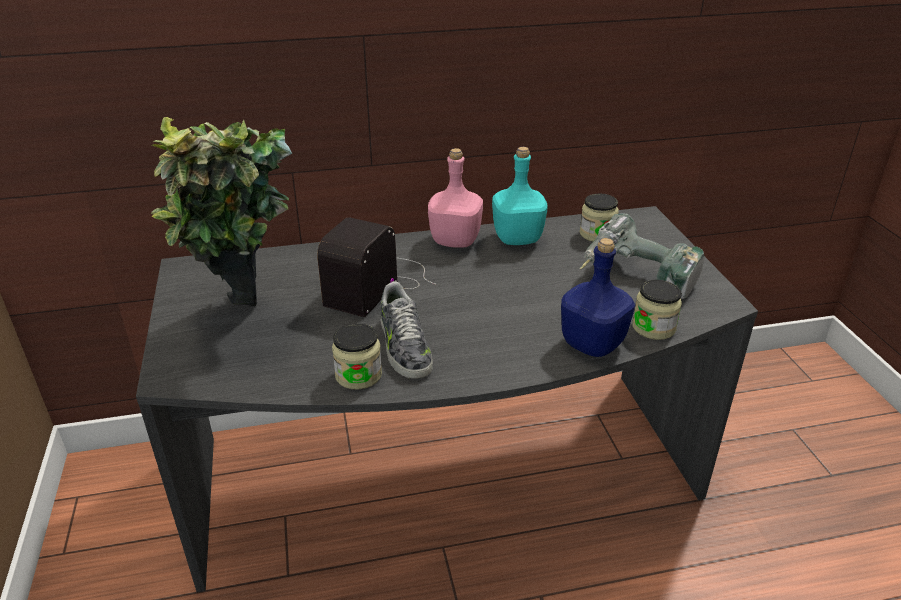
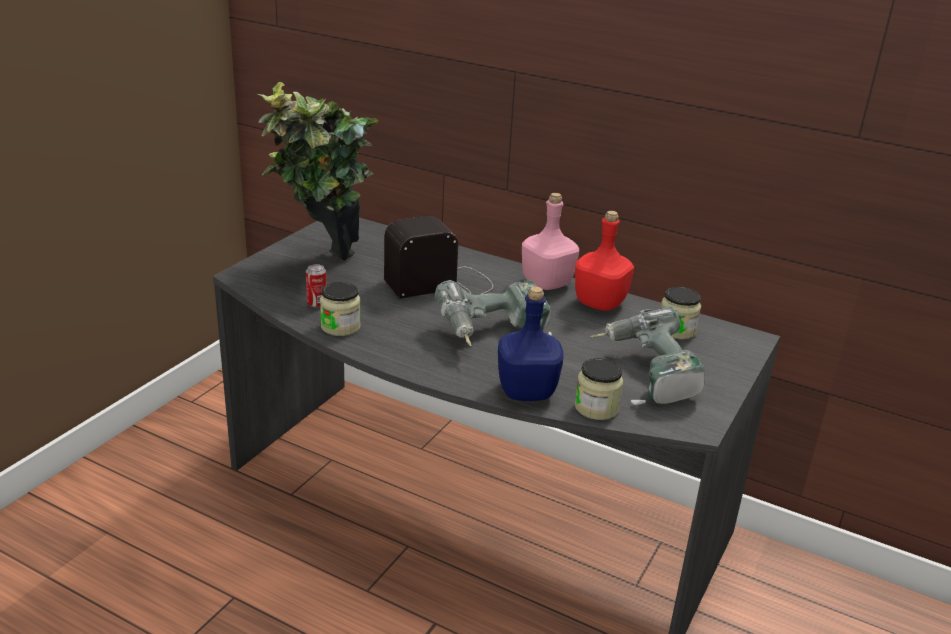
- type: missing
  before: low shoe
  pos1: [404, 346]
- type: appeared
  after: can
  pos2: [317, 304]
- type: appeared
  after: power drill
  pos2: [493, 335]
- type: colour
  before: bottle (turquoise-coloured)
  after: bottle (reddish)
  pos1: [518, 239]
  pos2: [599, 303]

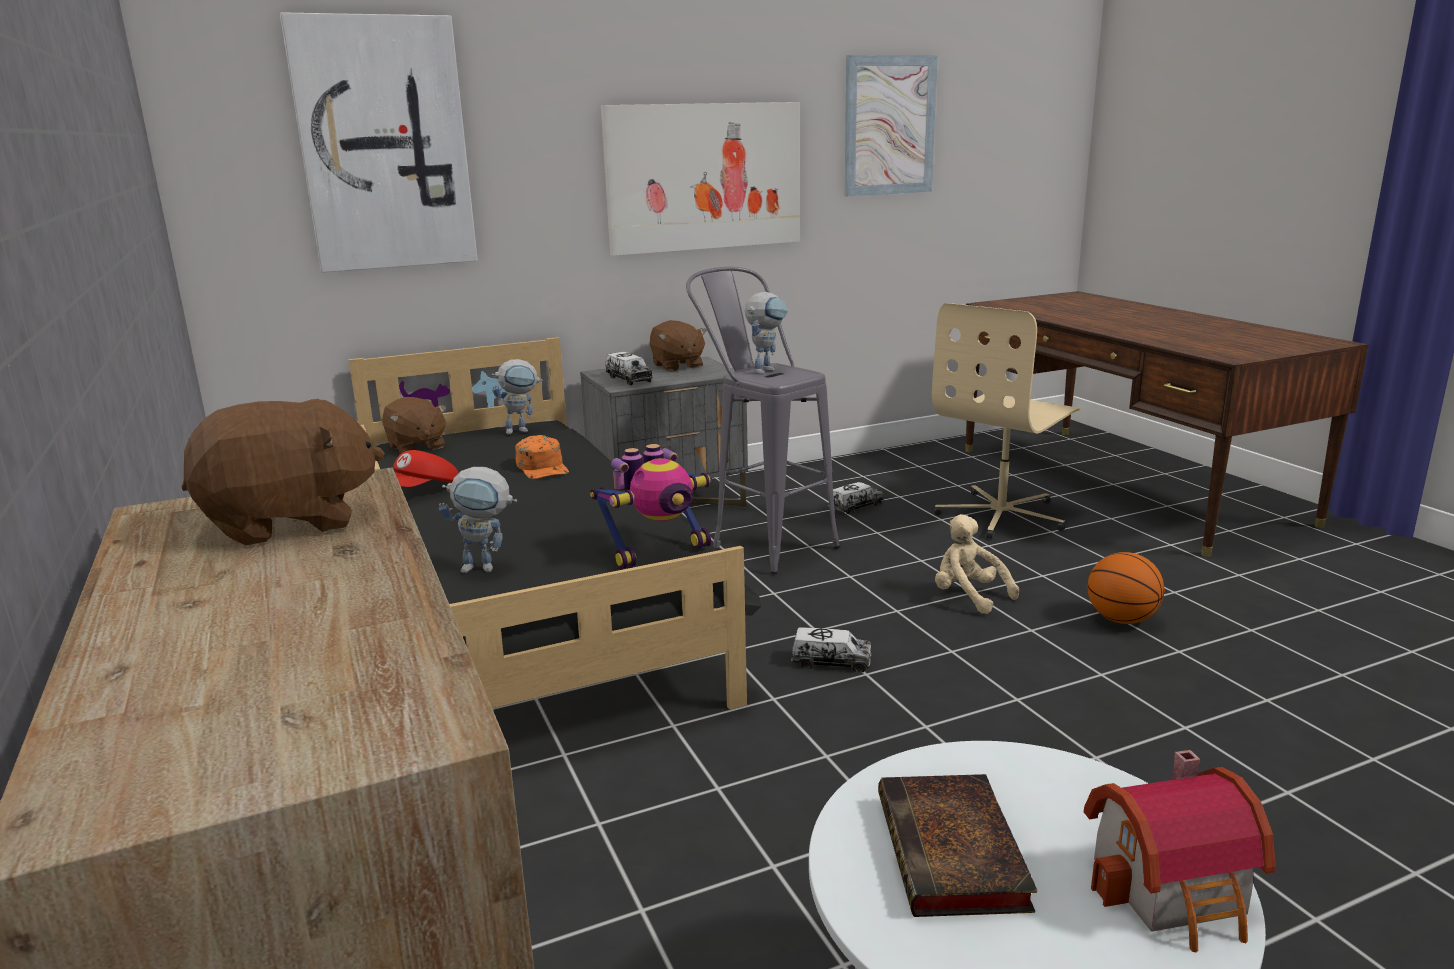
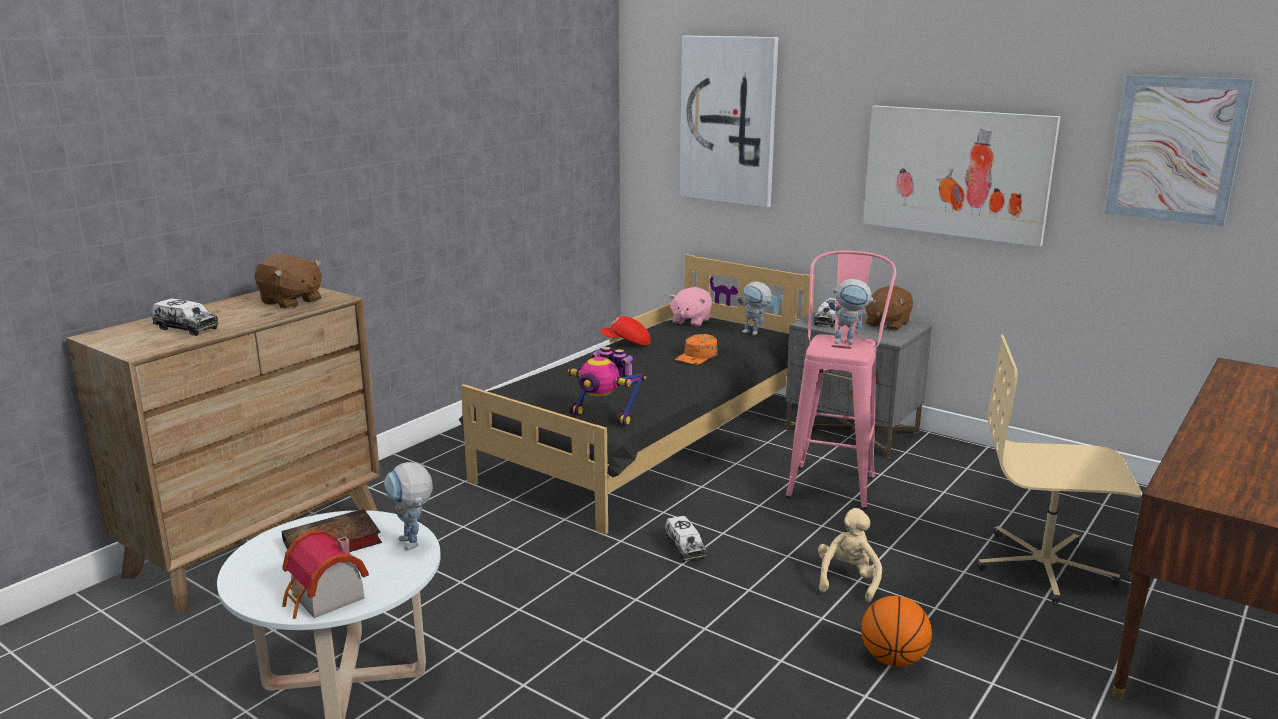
- type: relocated
  before: model robot
  pos1: [487, 568]
  pos2: [413, 546]
- type: relocated
  before: toy truck
  pos1: [856, 506]
  pos2: [186, 328]
- type: colour
  before: cuddly toy (brownish)
  after: cuddly toy (pinkish)
  pos1: [416, 447]
  pos2: [690, 321]
- type: colour
  before: stool (grey)
  after: stool (pinkish)
  pos1: [762, 543]
  pos2: [833, 480]

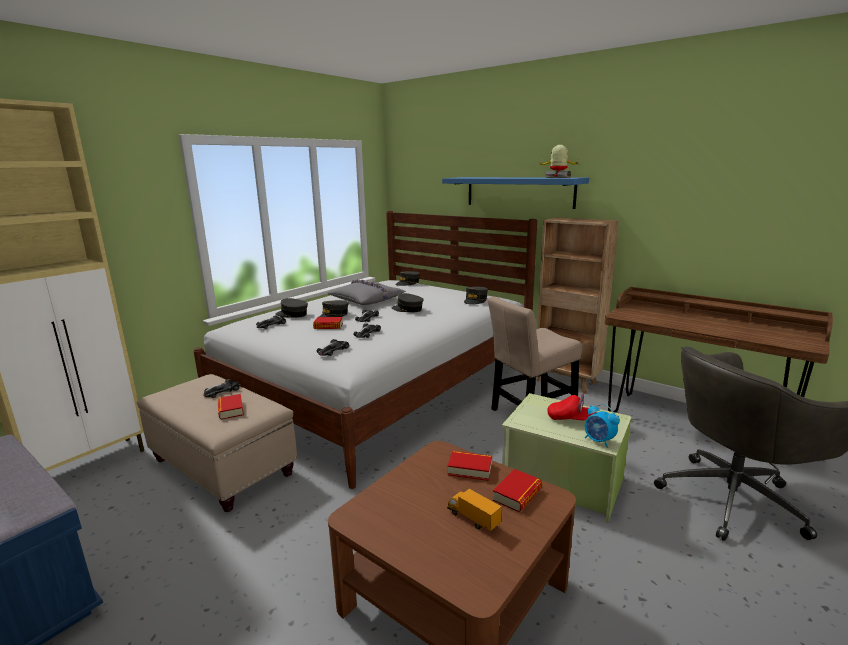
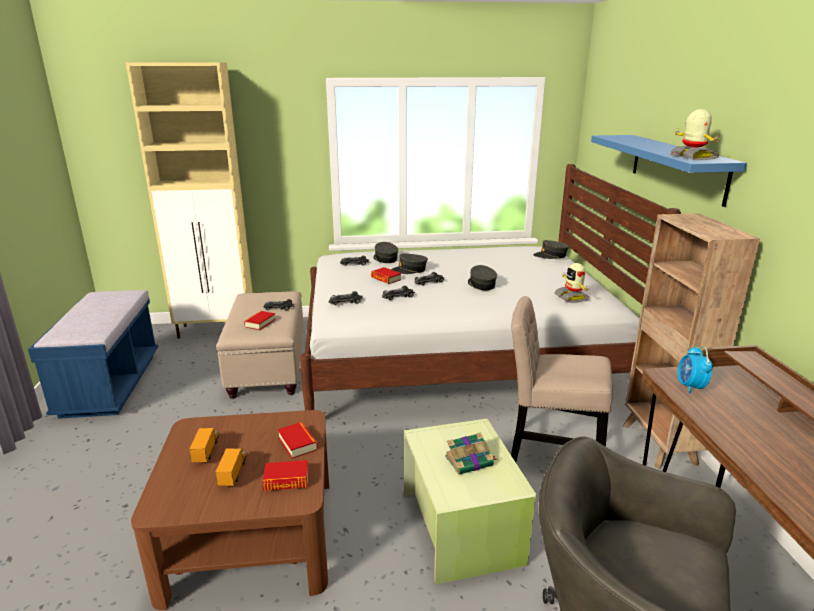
- type: missing
  before: throw pillow (grey)
  pos1: [367, 299]
- type: appeared
  after: toy truck
  pos2: [206, 452]
- type: relocated
  before: alarm clock
  pos1: [599, 441]
  pos2: [690, 387]
- type: exchanged
  before: baseball cap (grey)
  after: model robot
  pos1: [475, 300]
  pos2: [572, 297]
- type: exchanged
  before: baseball cap (reddish)
  after: book
  pos1: [570, 419]
  pos2: [470, 461]

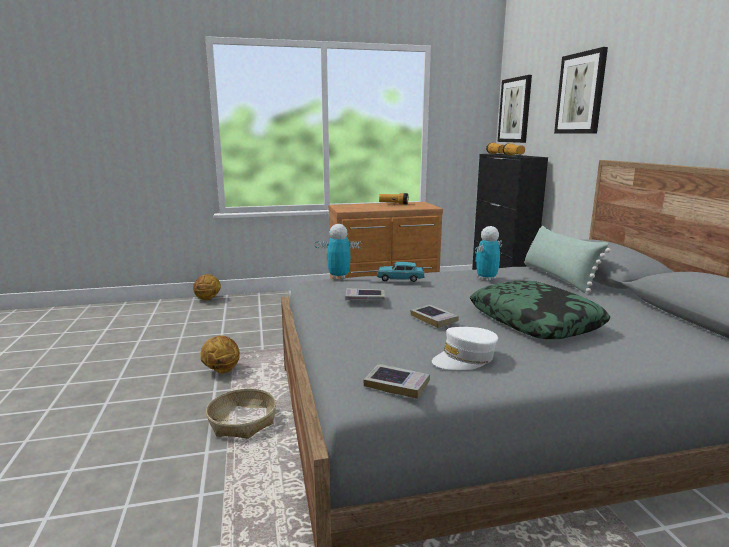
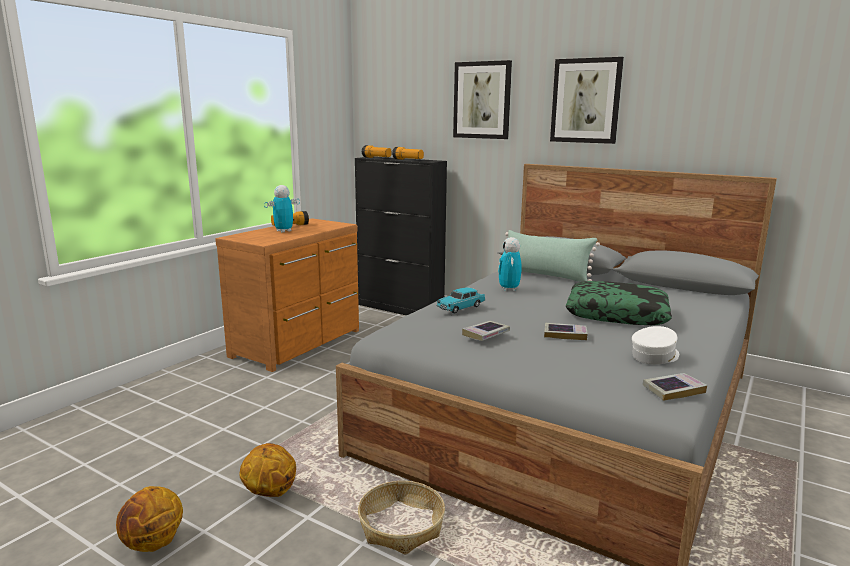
- type: relocated
  before: ball for basketball
  pos1: [207, 299]
  pos2: [153, 544]
- type: relocated
  before: model robot
  pos1: [339, 277]
  pos2: [283, 231]
- type: relocated
  before: picture
  pos1: [515, 110]
  pos2: [586, 101]
- type: spun
  before: baseball cap (whitish)
  pos1: [465, 359]
  pos2: [654, 356]
  turn: -150

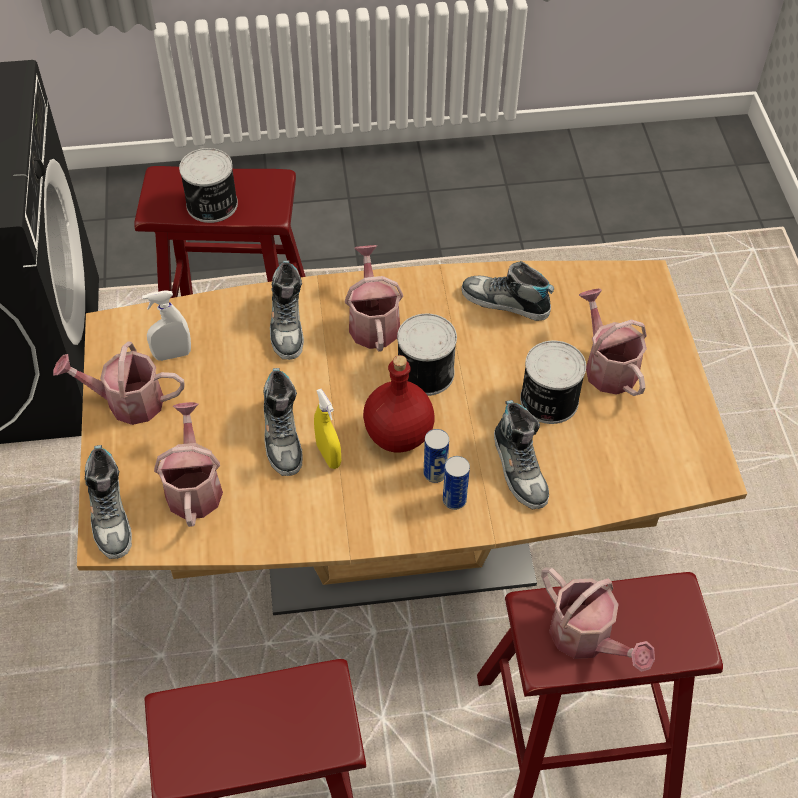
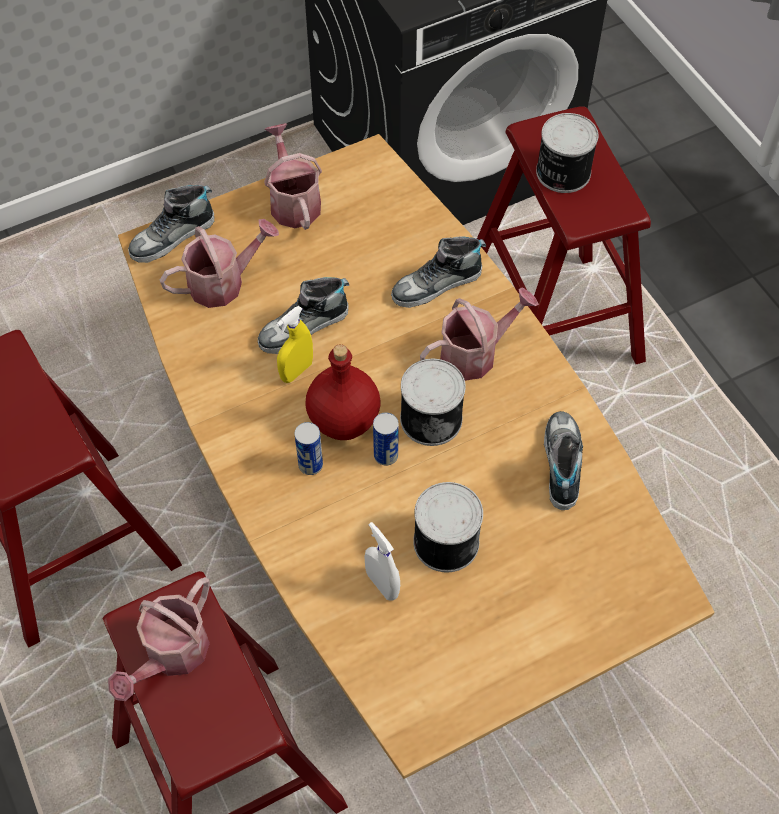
- type: missing
  before: low shoe
  pos1: [520, 468]
- type: missing
  before: watering pot
  pos1: [607, 366]
- type: relocated
  before: spray bottle (whitish)
  pos1: [172, 355]
  pos2: [382, 584]
- type: relocated
  before: can
  pos1: [454, 500]
  pos2: [386, 455]

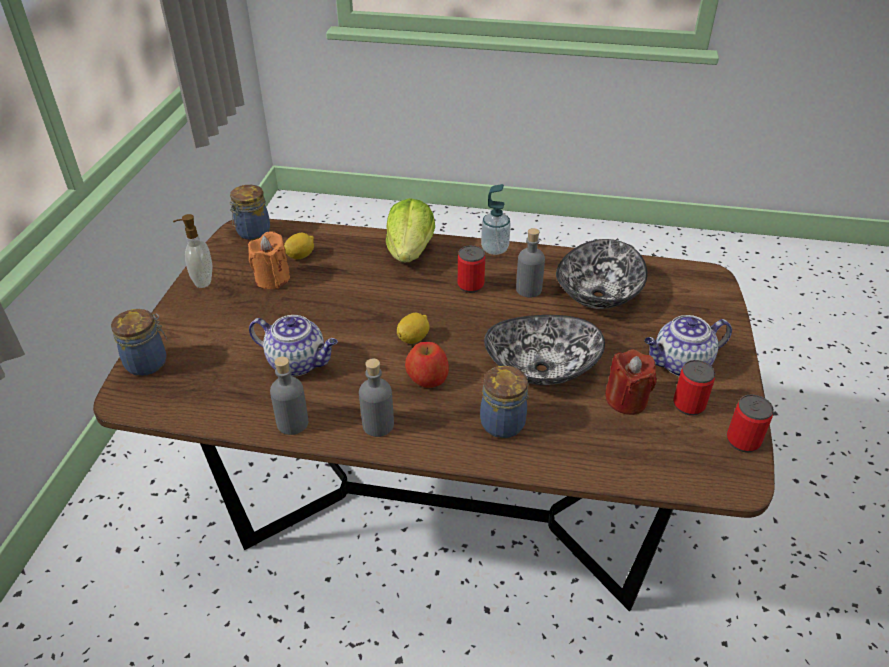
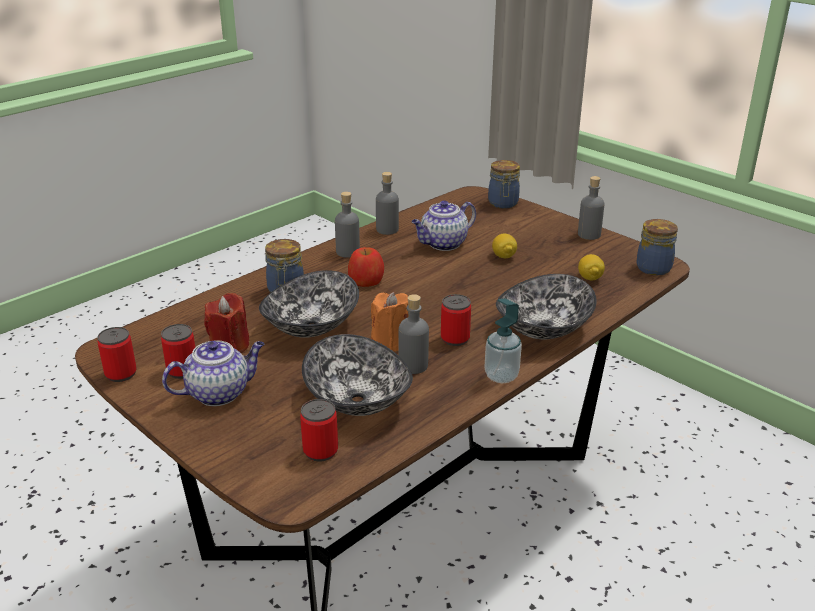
- type: appeared
  after: can
  pos2: [320, 451]
- type: relocated
  before: wax candle (orangey)
  pos1: [272, 279]
  pos2: [392, 341]
- type: relocated
  before: lemon
  pos1: [413, 338]
  pos2: [503, 256]
- type: exchanged
  before: soap bottle
  after: bottle (grey)
  pos1: [202, 281]
  pos2: [589, 234]
- type: exchanged
  before: head of lettuce
  after: bowl
  pos1: [410, 251]
  pos2: [544, 329]
- type: spun
  before: pot for tea
  pos1: [680, 364]
  pos2: [219, 393]
  turn: 45

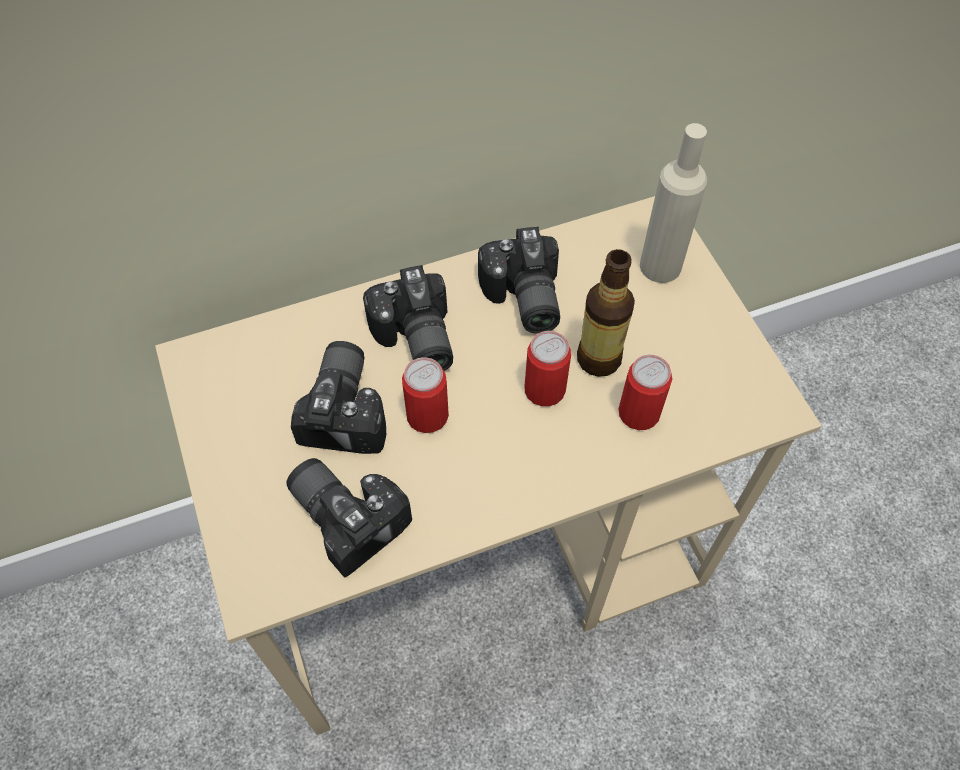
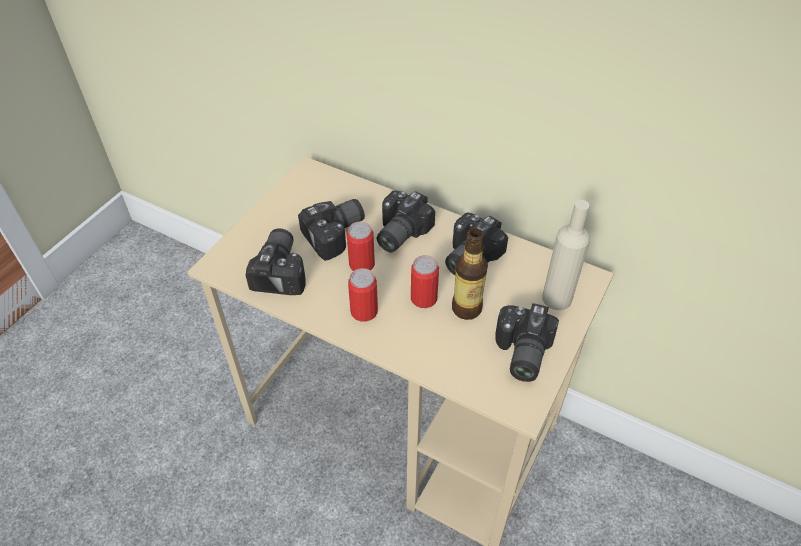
- type: appeared
  after: photo camera
  pos2: [520, 353]
- type: relocated
  before: can
  pos1: [639, 413]
  pos2: [364, 311]

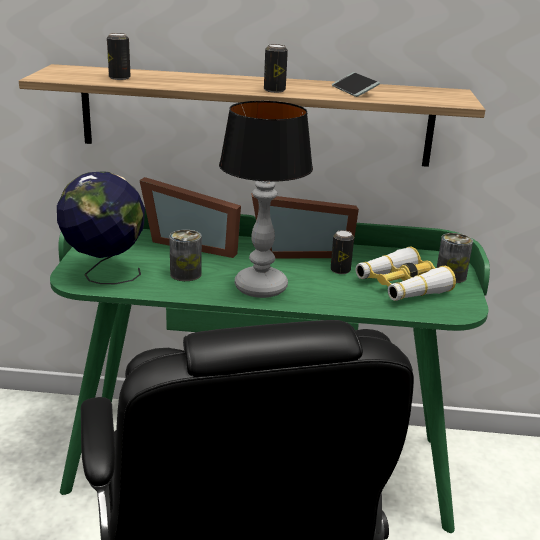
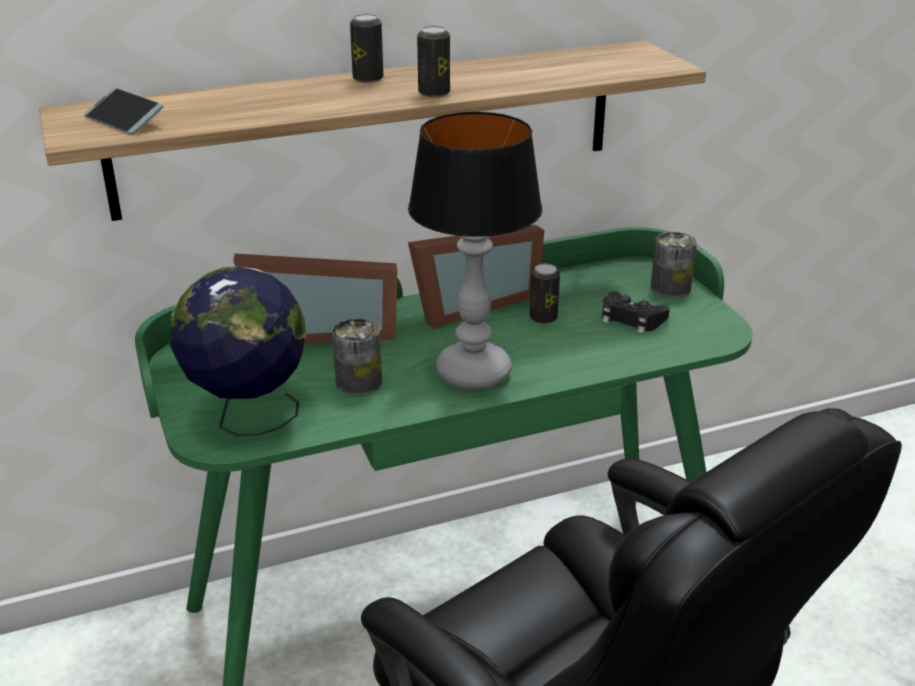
- type: relocated
  before: can
  pos1: [119, 78]
  pos2: [368, 79]
- type: relocated
  before: phone
  pos1: [354, 90]
  pos2: [124, 120]
- type: exchanged
  before: pair of binoculars
  after: game controller (black-coloured)
  pos1: [401, 286]
  pos2: [631, 319]

